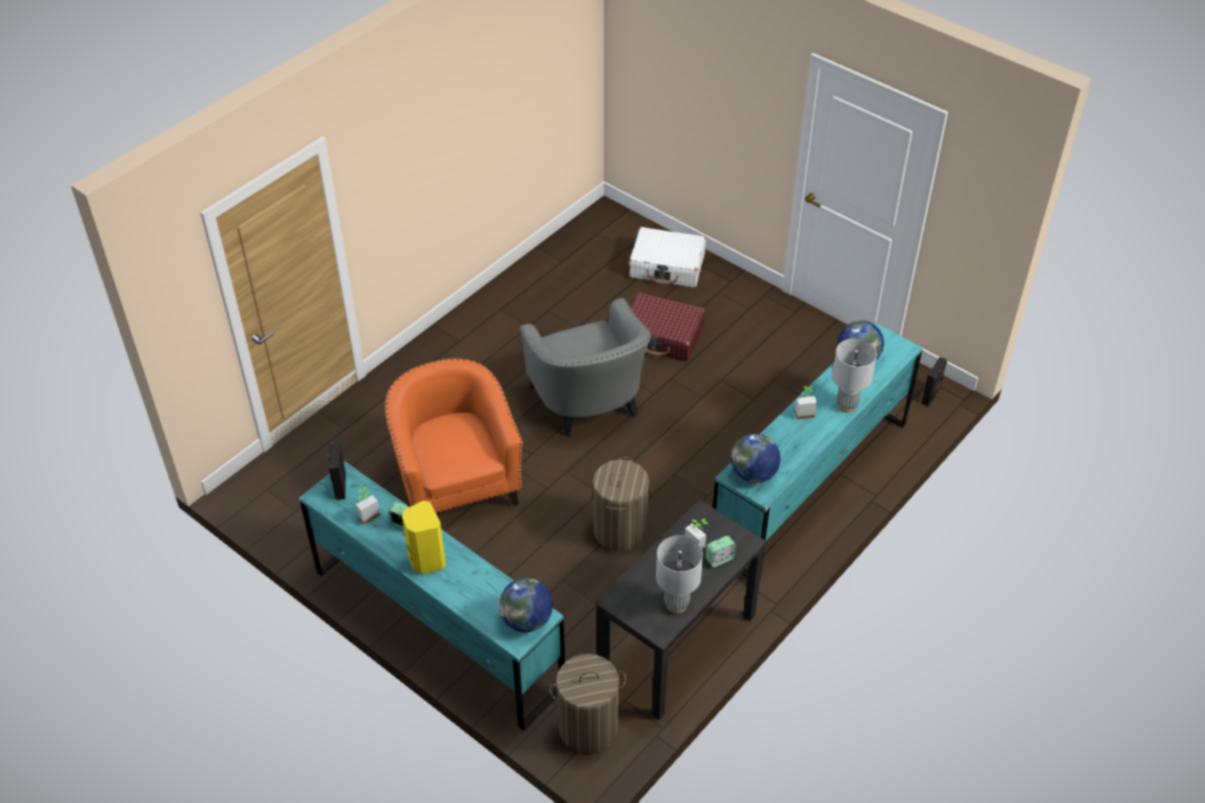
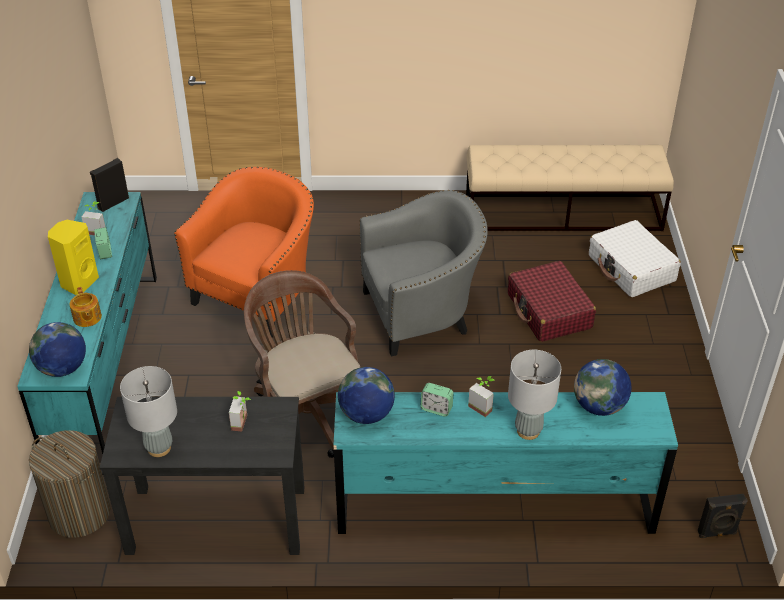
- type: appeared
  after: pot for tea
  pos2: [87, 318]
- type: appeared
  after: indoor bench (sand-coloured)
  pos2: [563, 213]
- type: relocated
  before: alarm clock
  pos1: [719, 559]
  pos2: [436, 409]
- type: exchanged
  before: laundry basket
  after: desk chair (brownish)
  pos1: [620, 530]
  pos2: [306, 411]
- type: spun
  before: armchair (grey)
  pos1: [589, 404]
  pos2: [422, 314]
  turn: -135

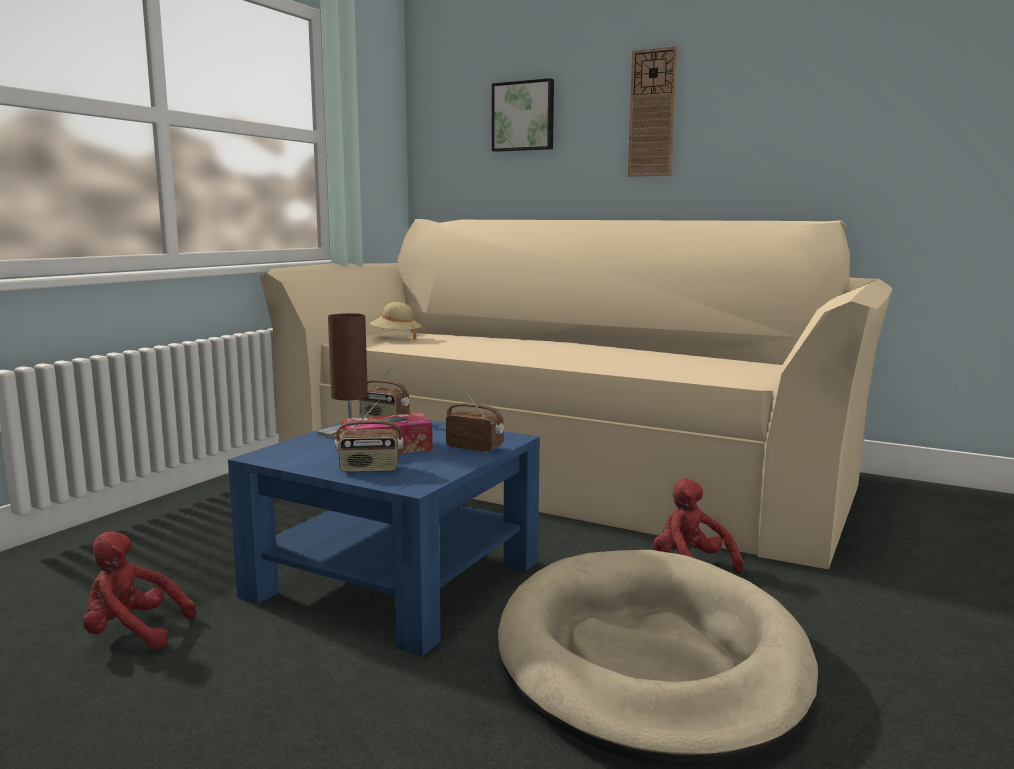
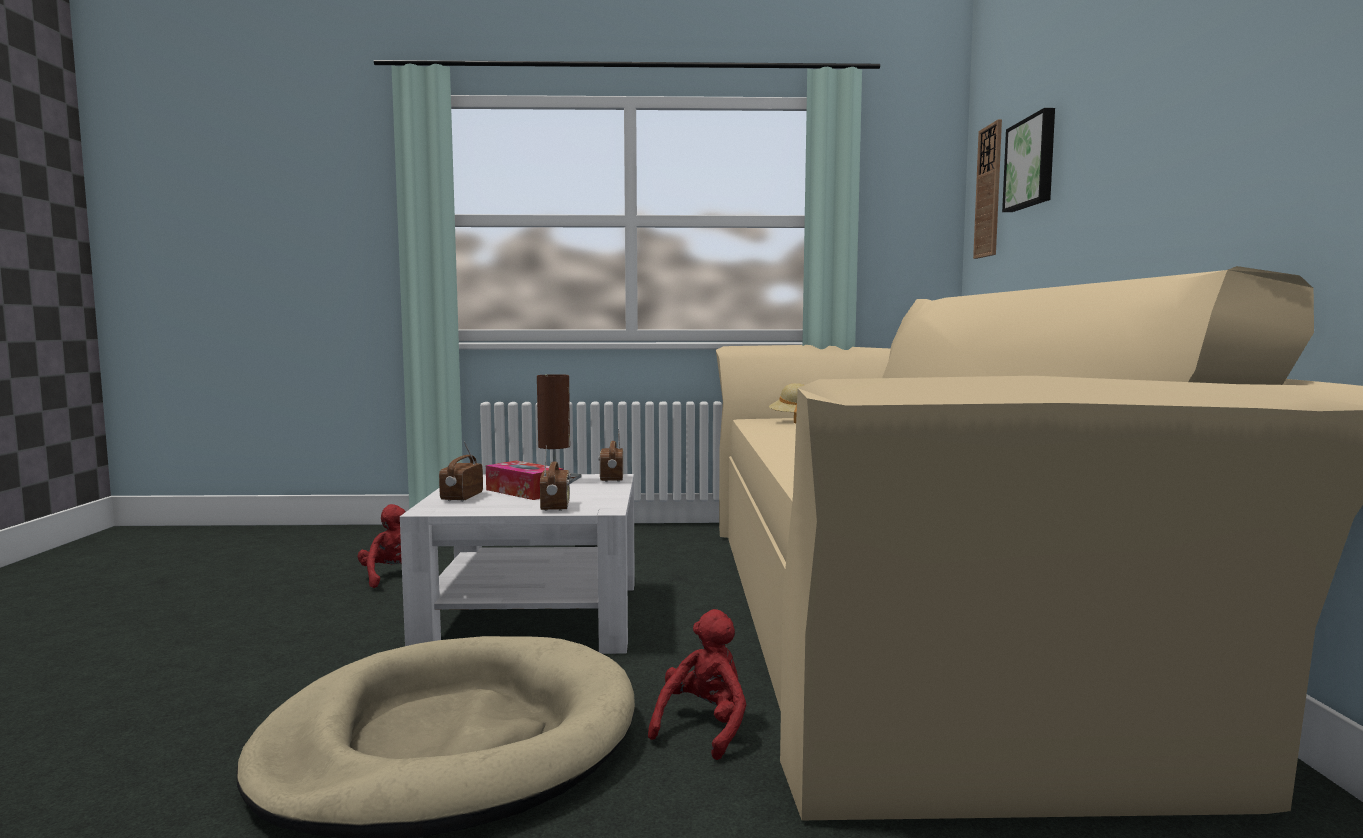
- type: relocated
  before: hanging clock
  pos1: [652, 113]
  pos2: [989, 191]
- type: colour
  before: low table (blue)
  after: low table (whitish)
  pos1: [395, 579]
  pos2: [534, 615]
- type: spun
  before: radio set
  pos1: [369, 469]
  pos2: [461, 497]
  turn: 45

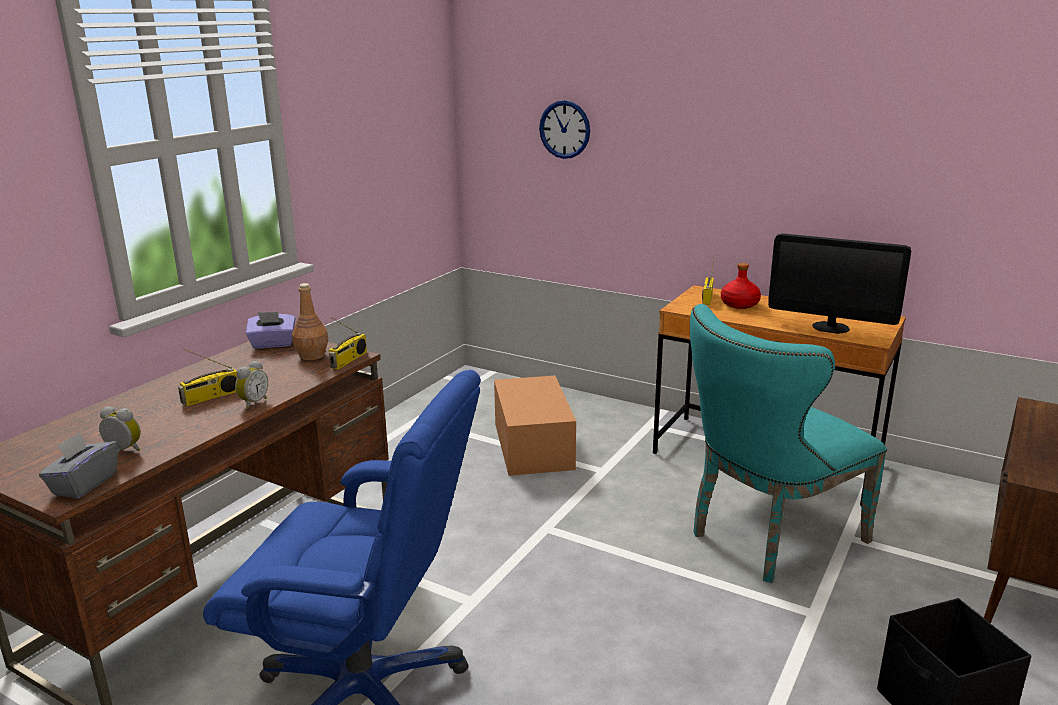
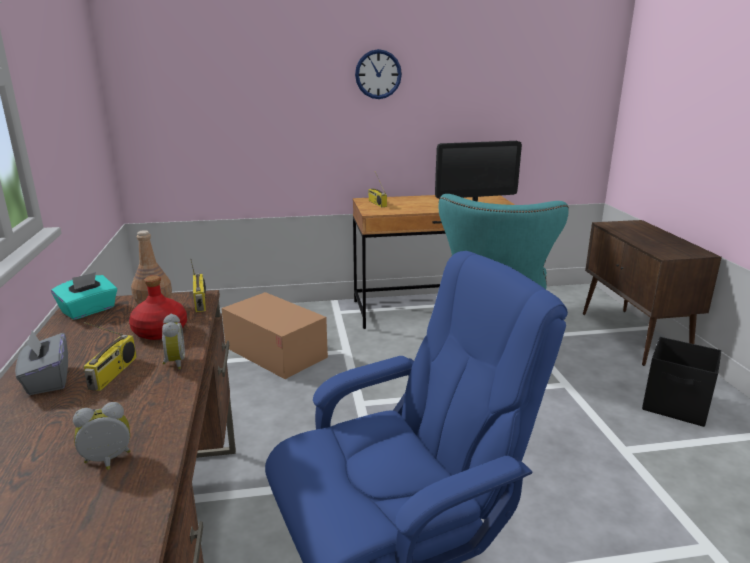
- type: relocated
  before: tissue holder (grey)
  pos1: [84, 484]
  pos2: [47, 380]
- type: relocated
  before: hanging clock
  pos1: [564, 129]
  pos2: [378, 74]
- type: relocated
  before: bottle (reddish)
  pos1: [739, 304]
  pos2: [160, 332]
- type: colour
  before: tissue holder (purple)
  after: tissue holder (turquoise-coloured)
  pos1: [273, 344]
  pos2: [89, 311]

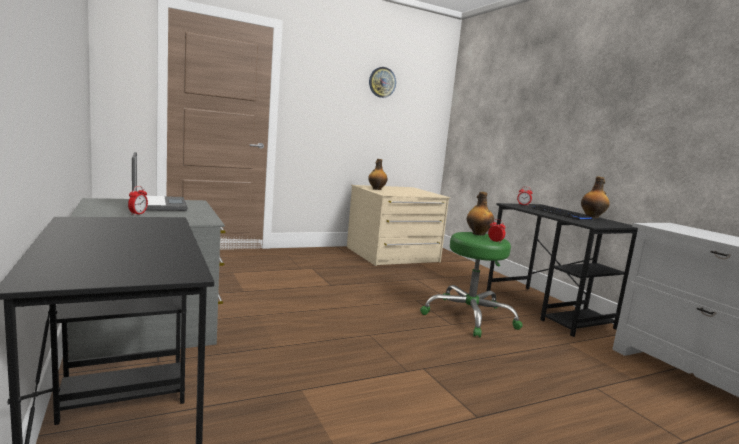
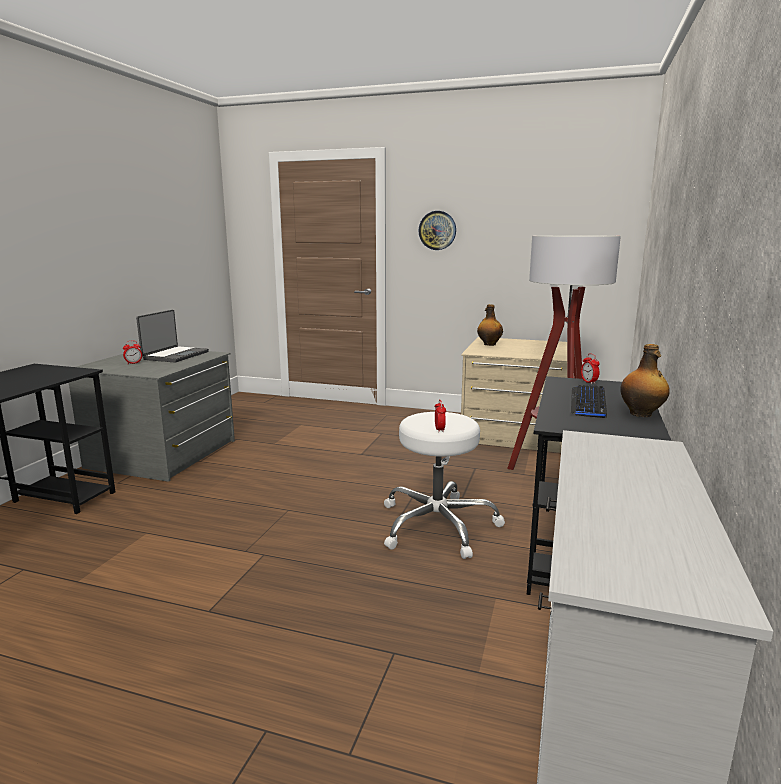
- type: missing
  before: bottle
  pos1: [478, 234]
- type: appeared
  after: floor lamp
  pos2: [554, 477]
- type: relocated
  before: hanging clock
  pos1: [382, 82]
  pos2: [437, 230]
- type: colour
  before: stool (green-coloured)
  after: stool (whitish)
  pos1: [470, 316]
  pos2: [438, 525]

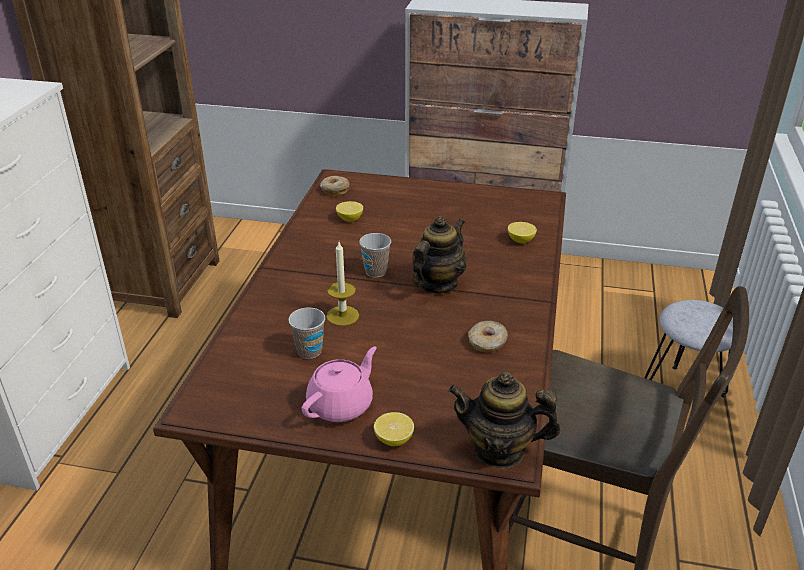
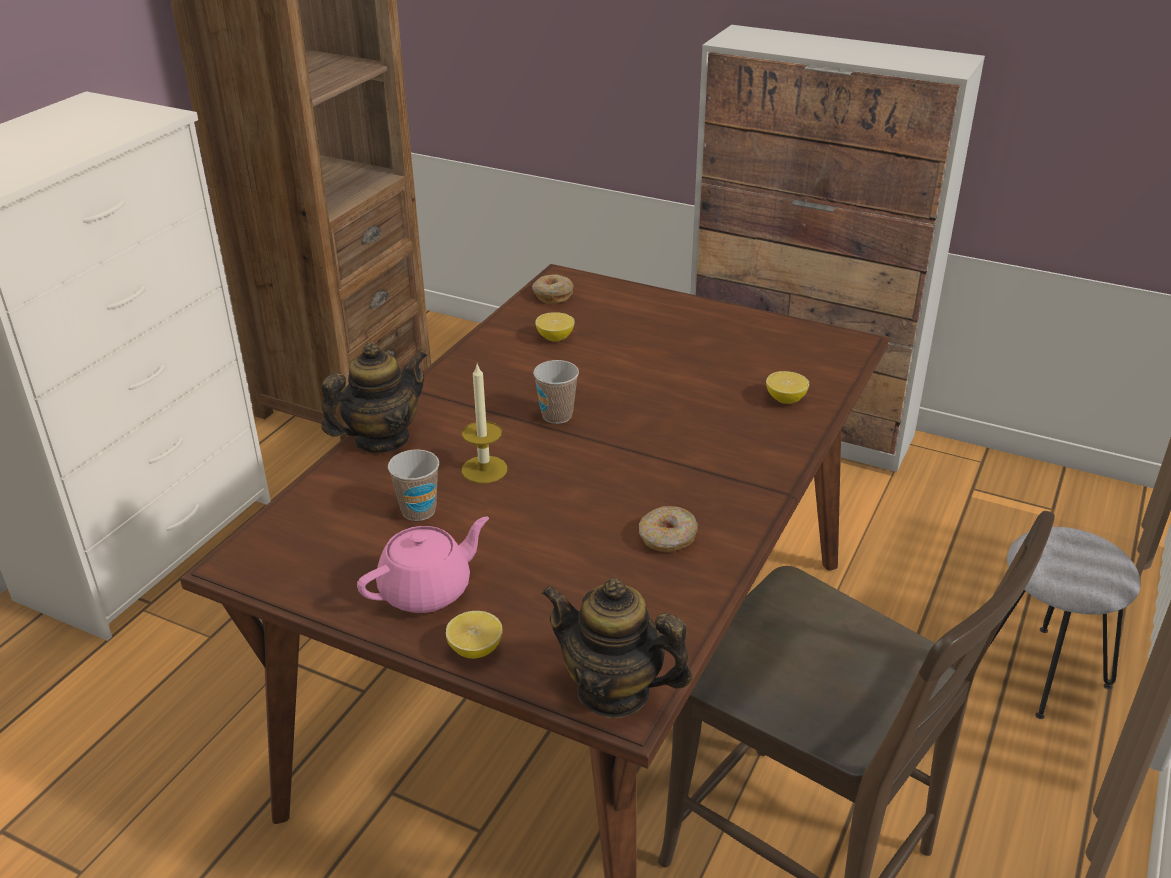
- type: relocated
  before: pot for tea
  pos1: [437, 284]
  pos2: [381, 439]

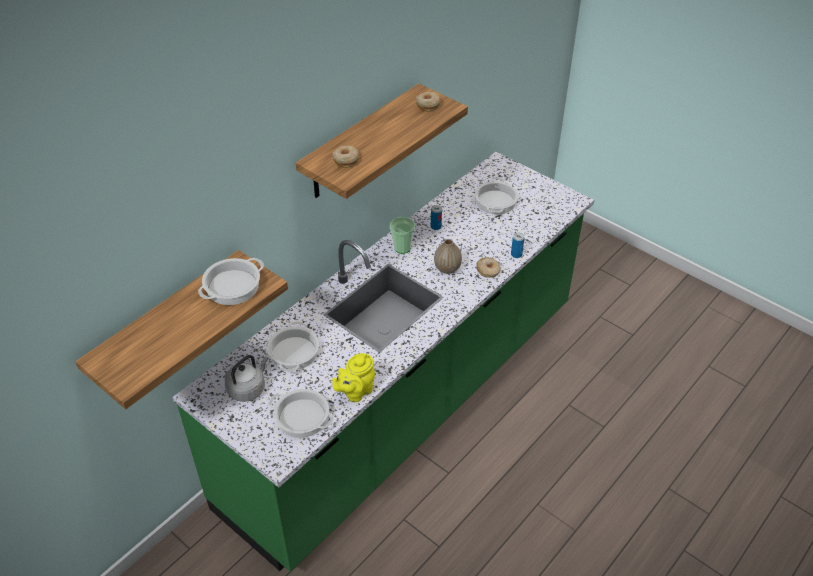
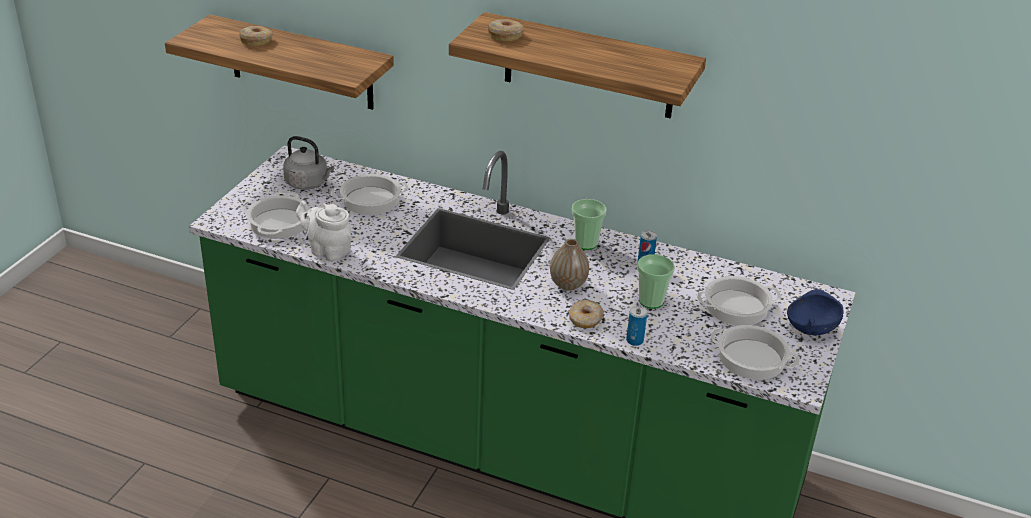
- type: appeared
  after: cup
  pos2: [651, 301]
- type: appeared
  after: bowl (blue)
  pos2: [810, 328]
- type: relocated
  before: cooking pot
  pos1: [232, 287]
  pos2: [751, 359]
- type: relocated
  before: donut
  pos1: [427, 105]
  pos2: [256, 41]
- type: colour
  before: pot for tea (yellowish)
  after: pot for tea (whitish)
  pos1: [355, 392]
  pos2: [327, 250]

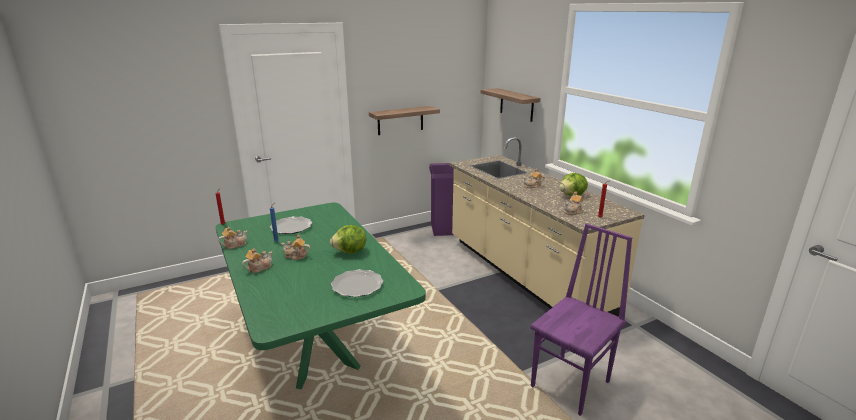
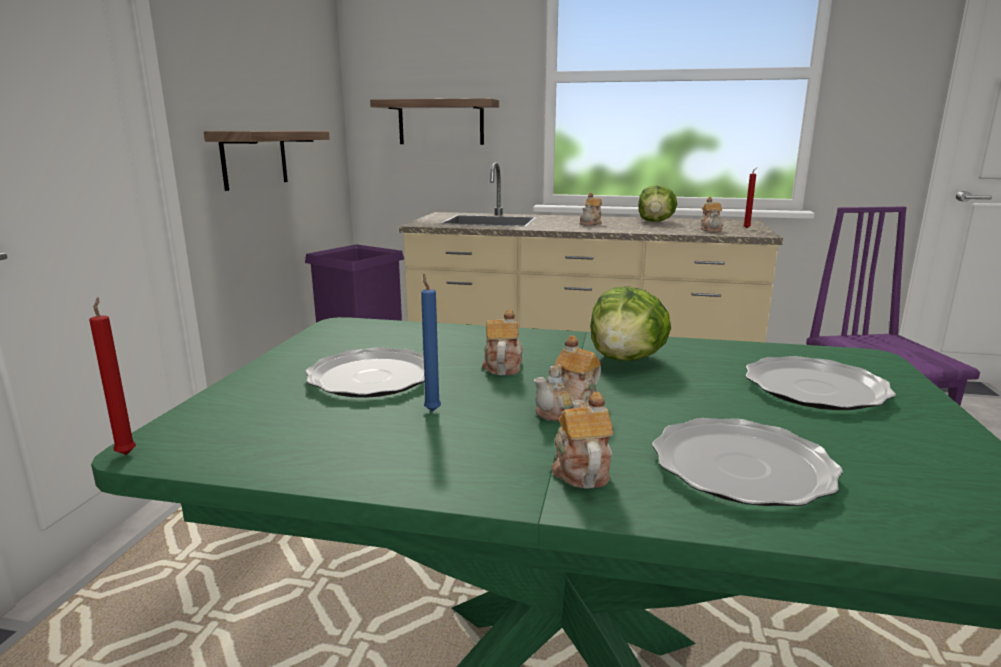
- type: appeared
  after: flat dish
  pos2: [743, 468]
- type: relocated
  before: pot for tea
  pos1: [234, 245]
  pos2: [502, 366]

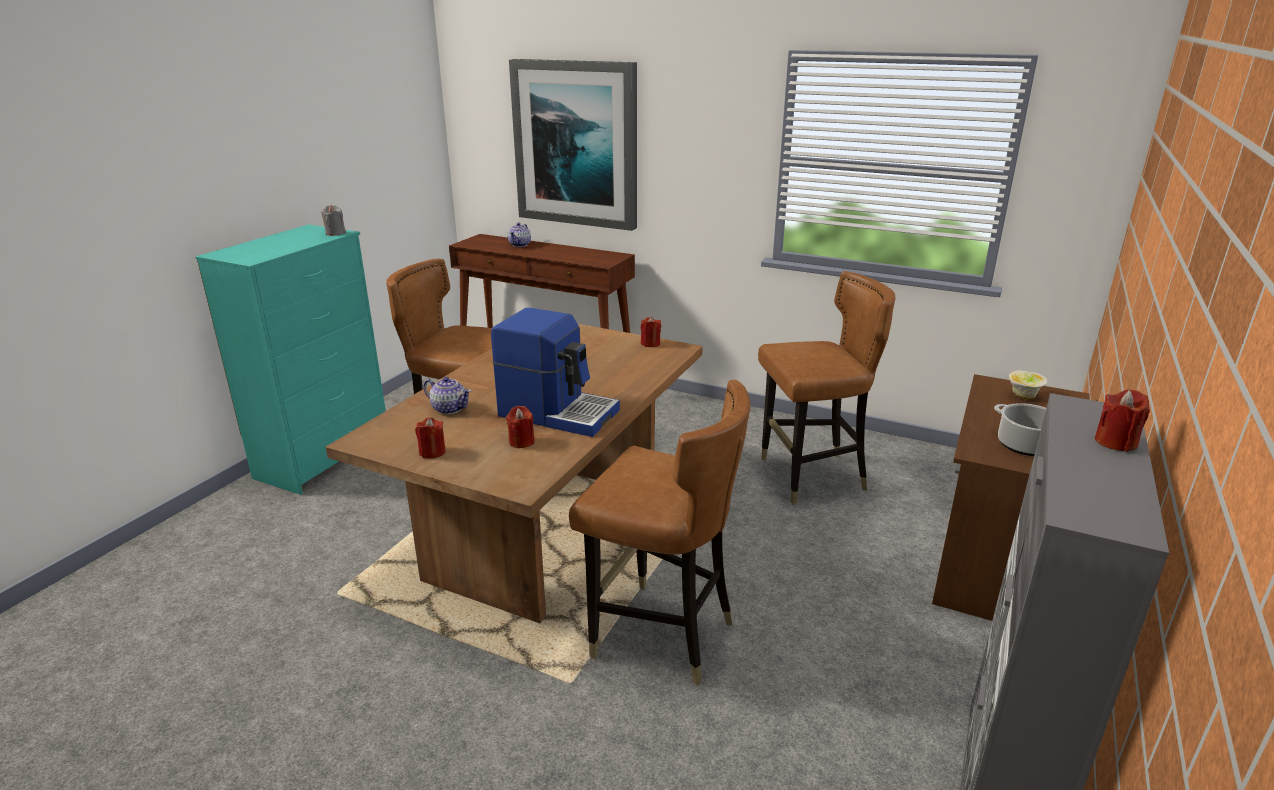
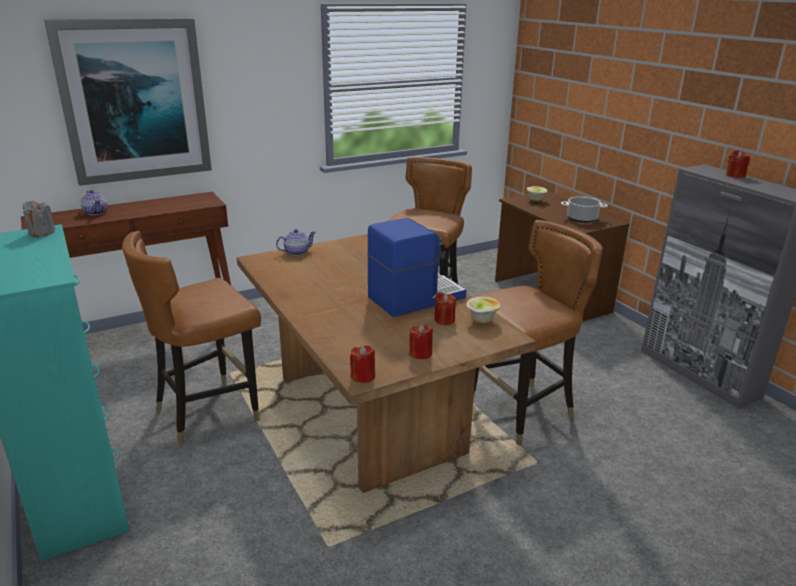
- type: appeared
  after: bowl
  pos2: [481, 320]
- type: relocated
  before: pot for tea
  pos1: [449, 408]
  pos2: [296, 252]
- type: relocated
  before: wax candle (reddish)
  pos1: [650, 343]
  pos2: [363, 376]

